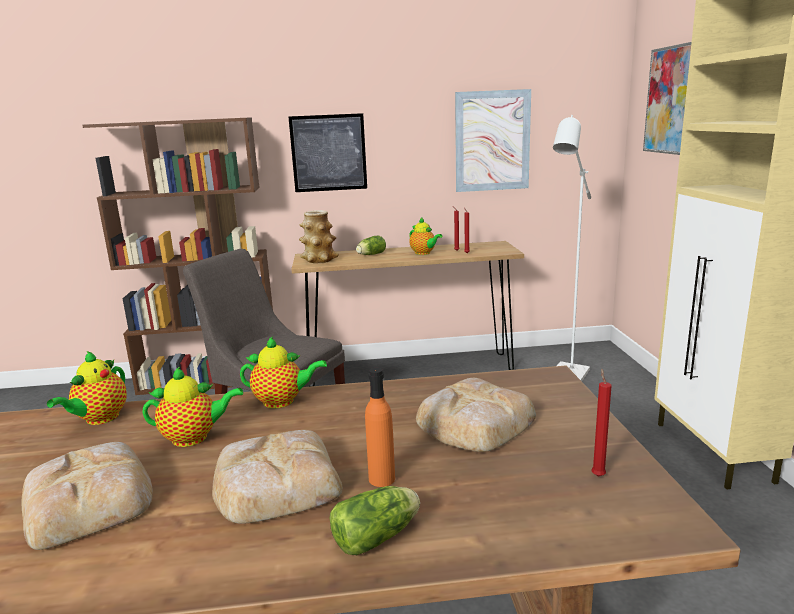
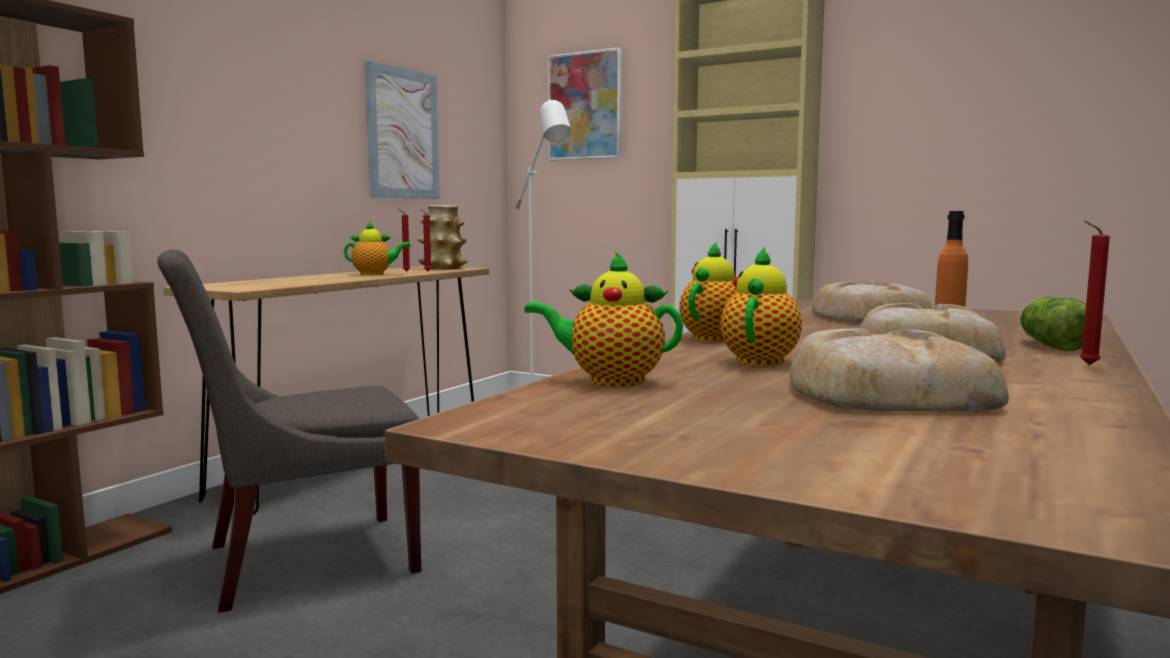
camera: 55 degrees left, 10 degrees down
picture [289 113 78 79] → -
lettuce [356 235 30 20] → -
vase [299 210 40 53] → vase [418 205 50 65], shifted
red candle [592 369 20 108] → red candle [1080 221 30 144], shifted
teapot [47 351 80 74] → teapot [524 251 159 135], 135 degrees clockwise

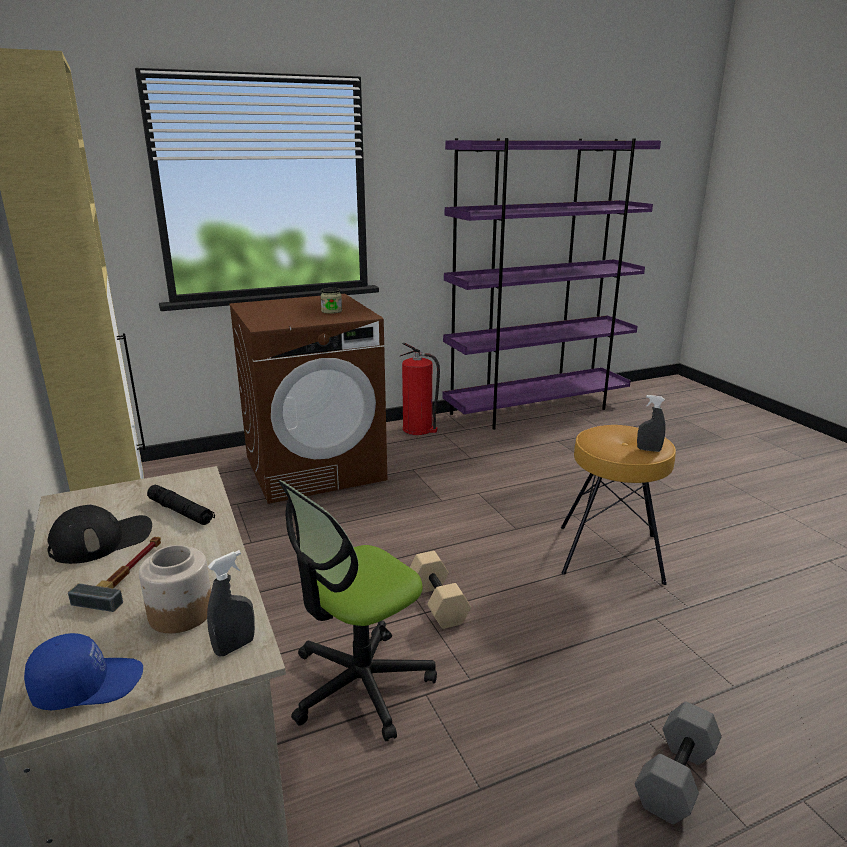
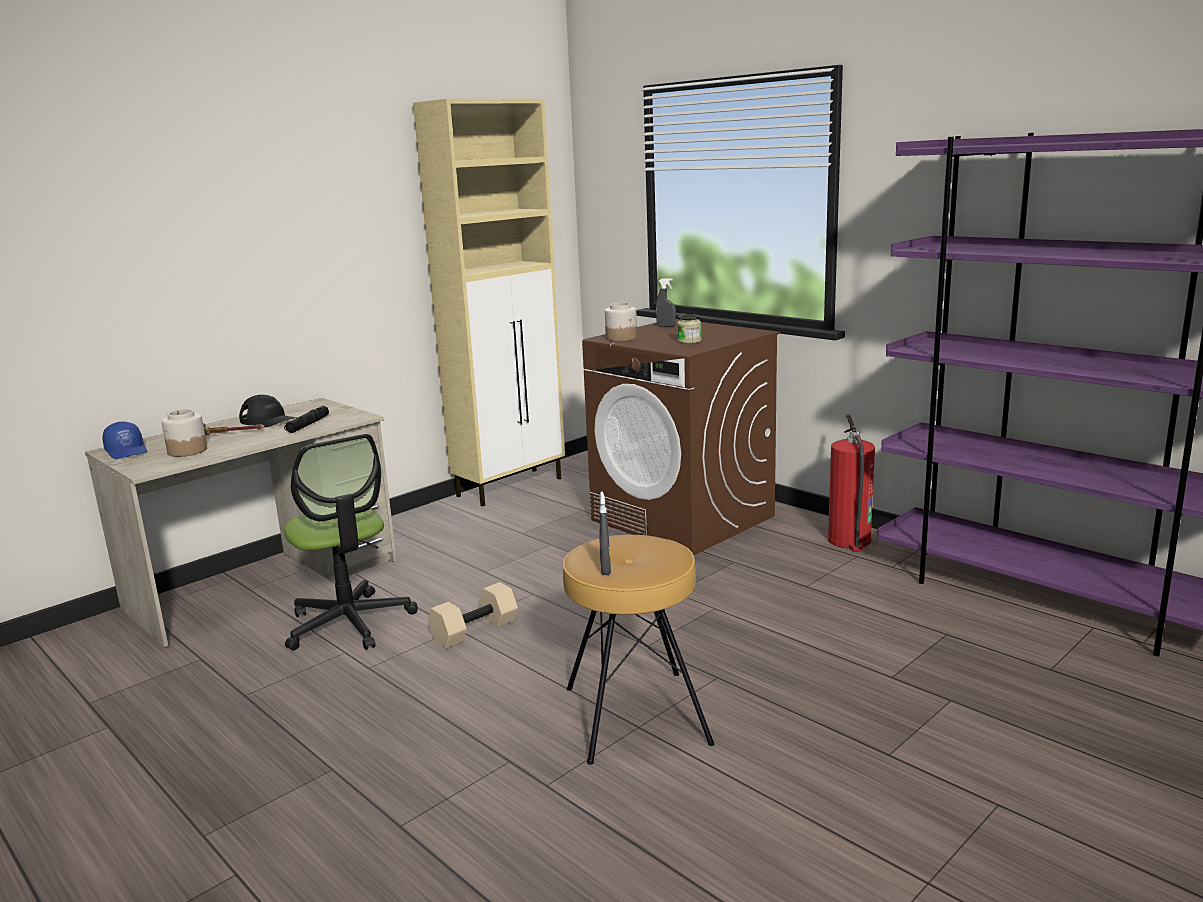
camera: 70 degrees right, 5 degrees down
grey dumbbell [635 702 87 122] → -
- → jar [605 303 32 38]
grey spray bottle [207 550 48 107] → grey spray bottle [656 278 20 49], shifted
office chair [278 480 159 261] → office chair [284 434 134 217], 150 degrees counterclockwise

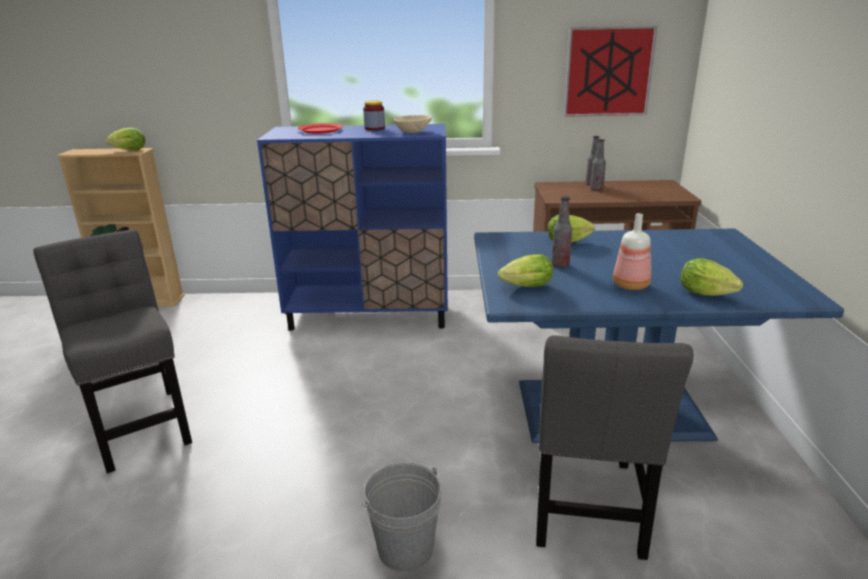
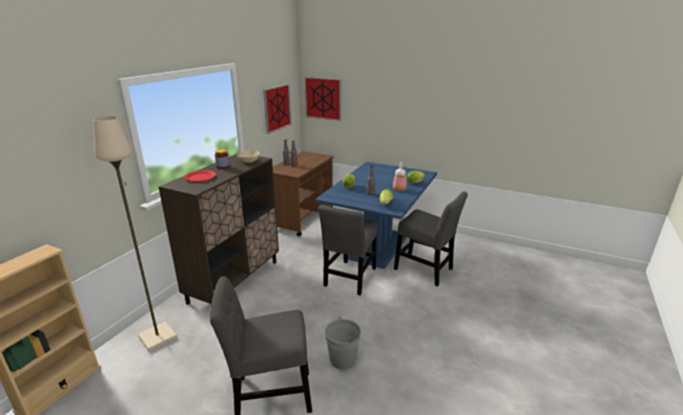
camera: 65 degrees left, 0 degrees up
lettuce [106 128 39 22] → -
- → beige floor lamp [93 116 84 235]
- → picture [304 77 37 44]
- → grey chair [318 205 60 90]
grey bucket [361 462 80 109] → grey bucket [325 317 36 52], shifted
blue cabinet [257 124 191 206] → brown cabinet [159 154 120 151]

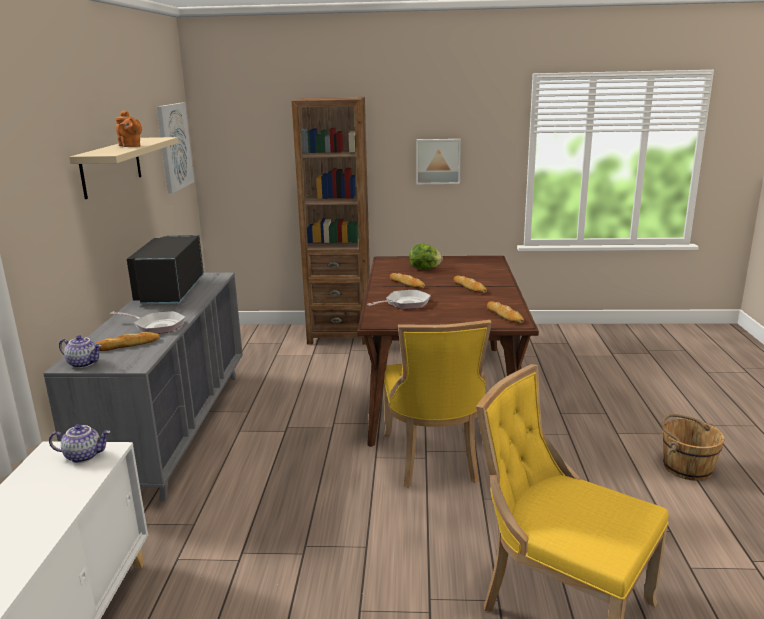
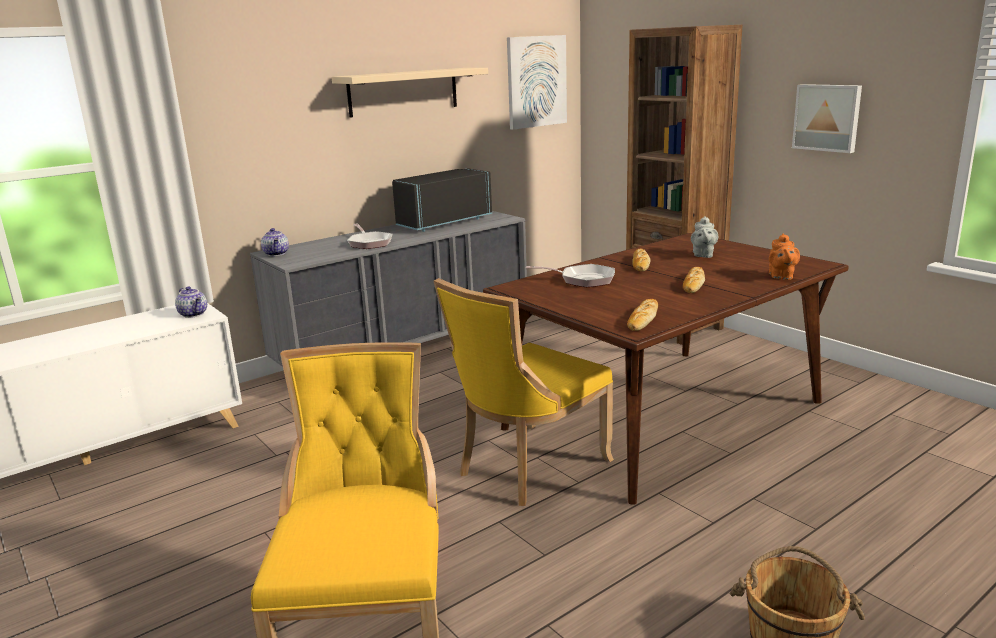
camera: 50 degrees right, 0 degrees up
bread [95 332 65 19] → -
orange teapot [115 110 27 37] → orange teapot [769 234 31 46], shifted
lettuce [409 243 34 26] → grey teapot [691 216 27 42]

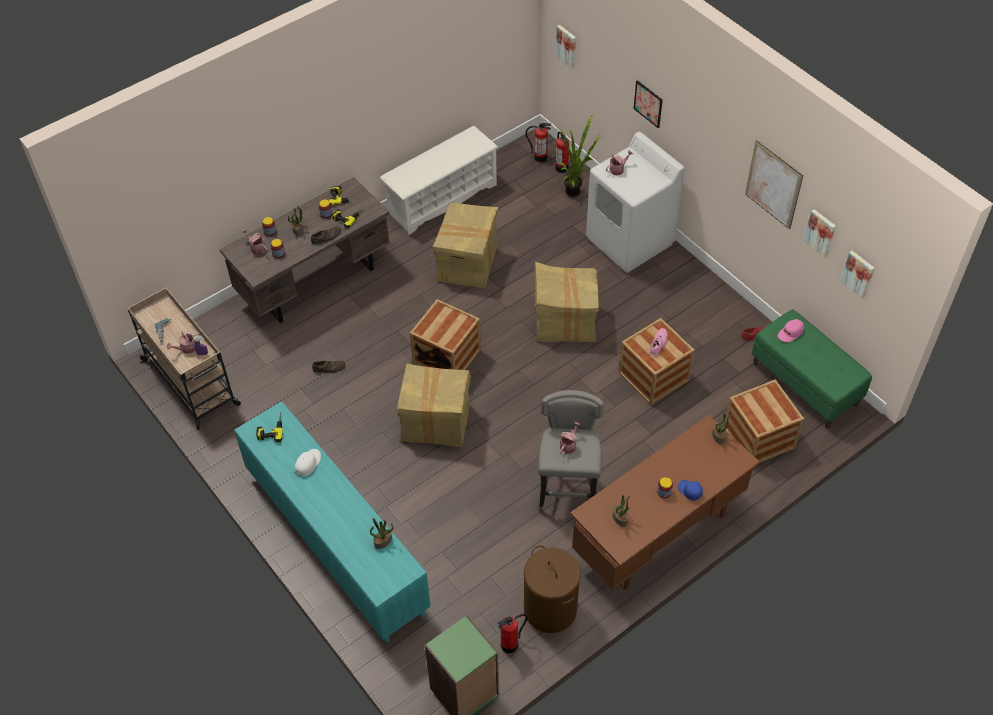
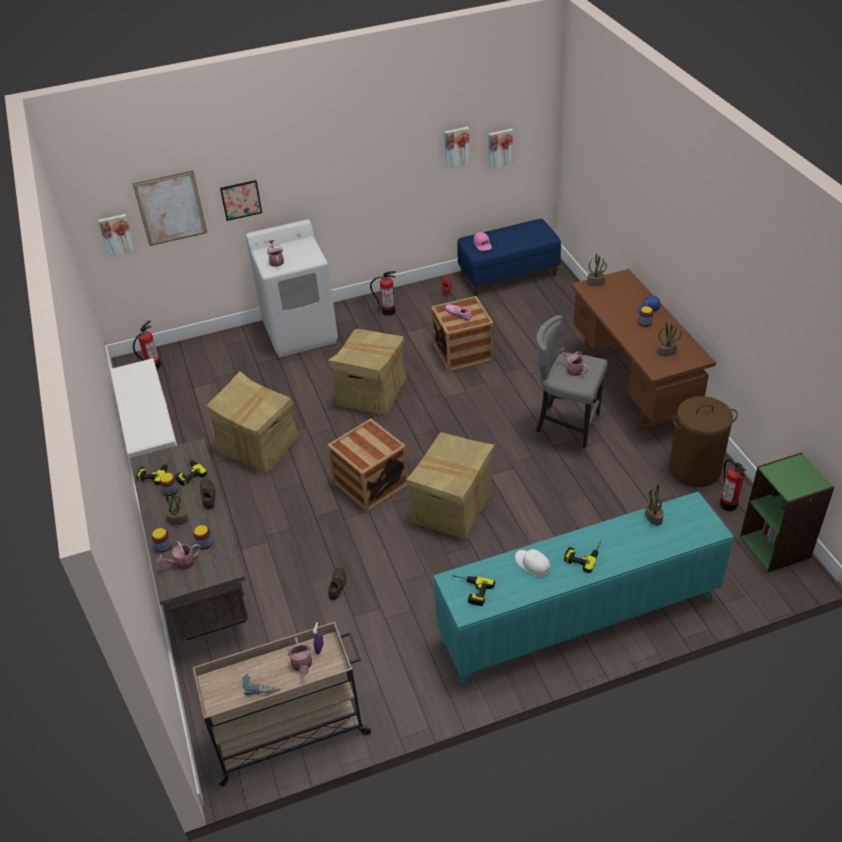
camera: 70 degrees left, 10 degrees down
potted plant [556 115 46 82] → -
crate [723 379 81 84] → -
- → power drill [564 541 38 32]
fire extinguisher [555 131 14 42] → fire extinguisher [370 271 26 45], shifted
picture [745 140 58 89] → picture [133 171 74 75], shifted
green bench [752 309 120 119] → blue bench [457 219 104 77]

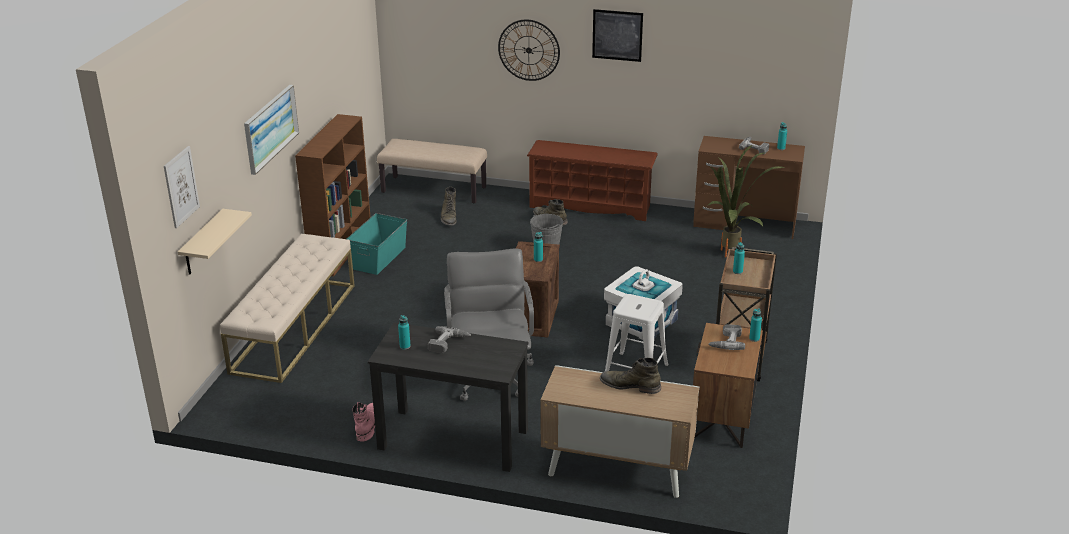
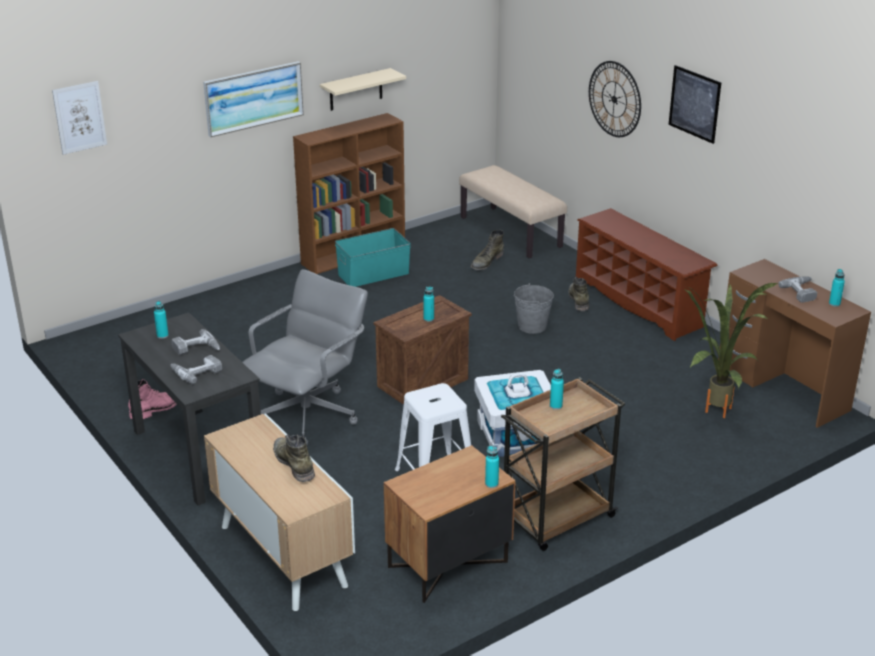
camera: 40 degrees right, 0 degrees up
beige bench [220 234 135 149] → -
beige shelf [178 209 74 66] → beige shelf [320 68 86 43], shifted
power drill [709 324 36 26] → power drill [170 355 52 29], shifted

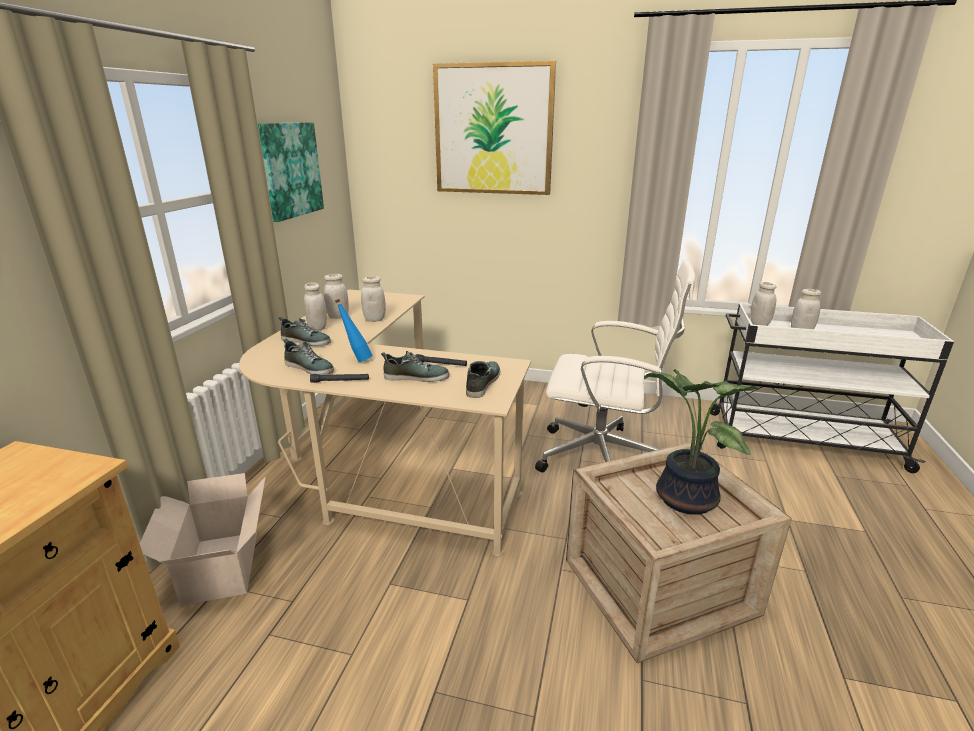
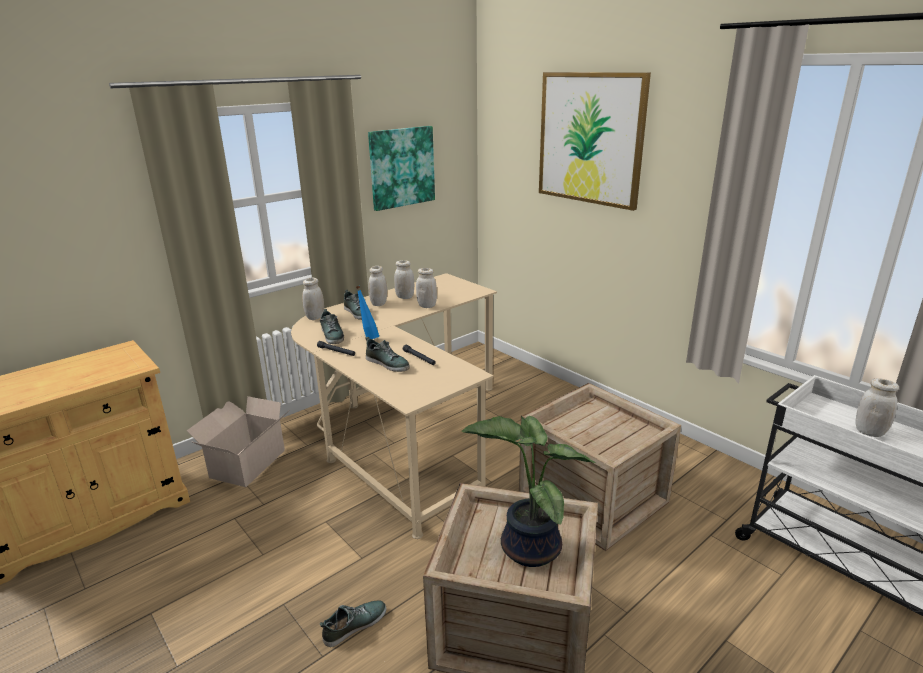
camera: 35 degrees right, 0 degrees up
shoe [466 361 34 37] → shoe [320 600 67 47], shifted
white jar [750 282 26 44] → white jar [302 278 22 42], shifted
white office chair [535 259 161 213] → crate [519 383 162 168]

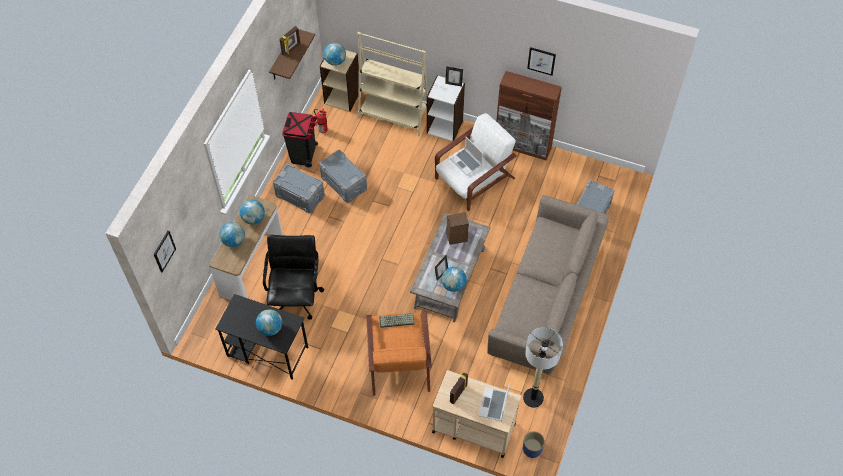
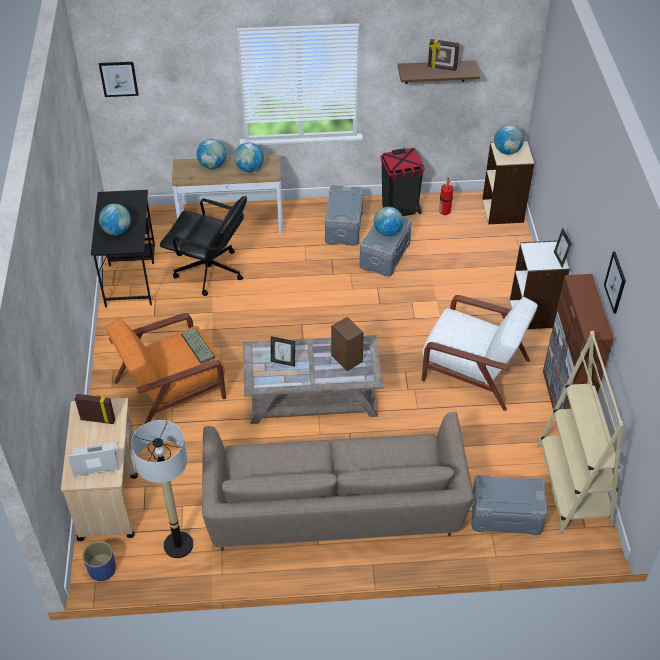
camera: 65 degrees right, 10 degrees down
laptop [450 137 33 39] → -
beige bookcase [357 32 71 104] → beige bookcase [537 331 87 204], shifted
globe [441 267 26 25] → globe [374 207 29 29], shifted
black office chair [263 235 61 85] → black office chair [160 196 87 100], 45 degrees clockwise

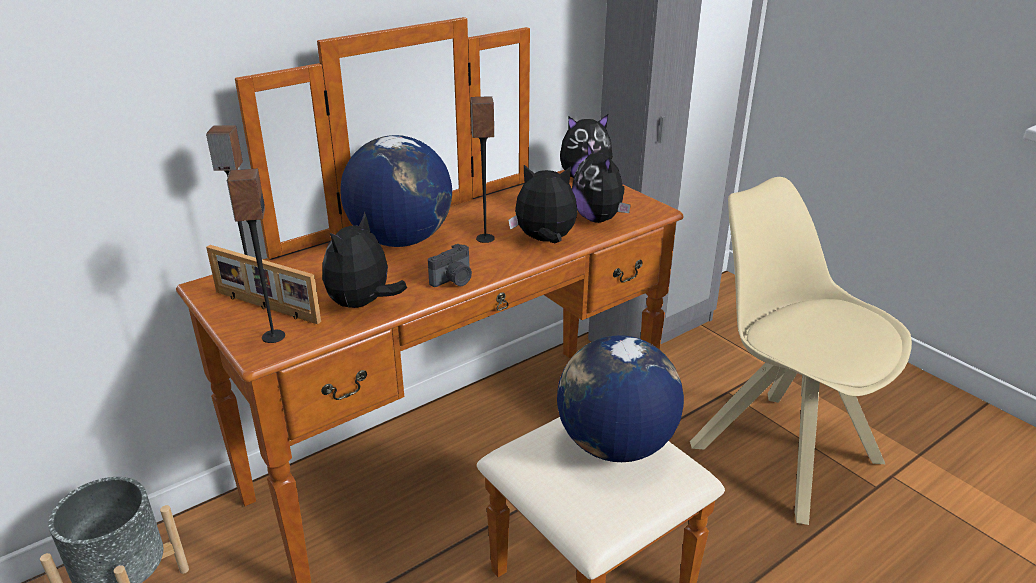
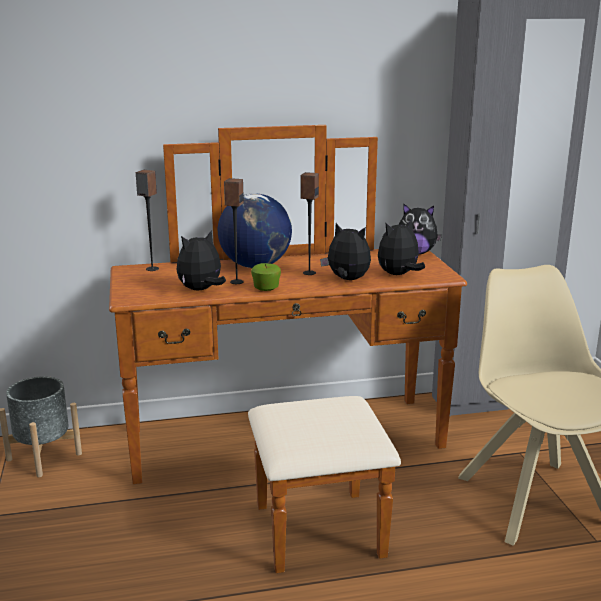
camera: 25 degrees right, 10 degrees down
picture frame [206 245 115 79] → -
globe [557 335 127 127] → -
speaker [227 169 58 174] → speaker [224 178 20 106], shifted
photo camera [428 244 44 43] → apple [251 263 30 28]
plush toy [572 143 59 80] → plush toy [378 219 47 56], 60 degrees clockwise

